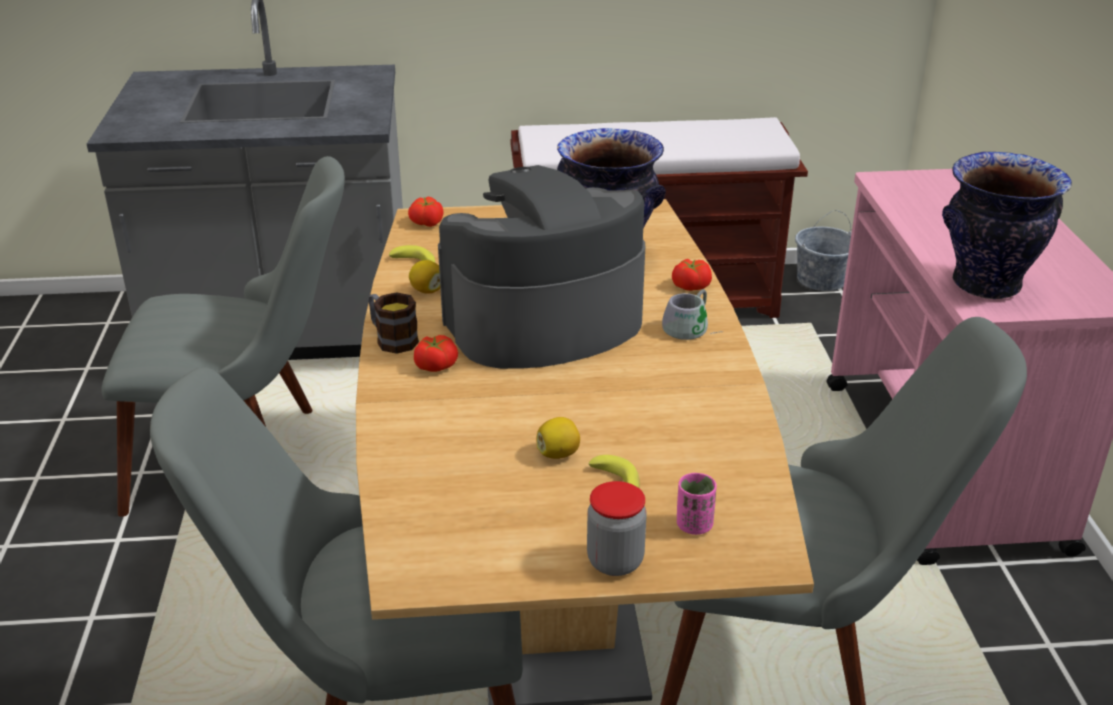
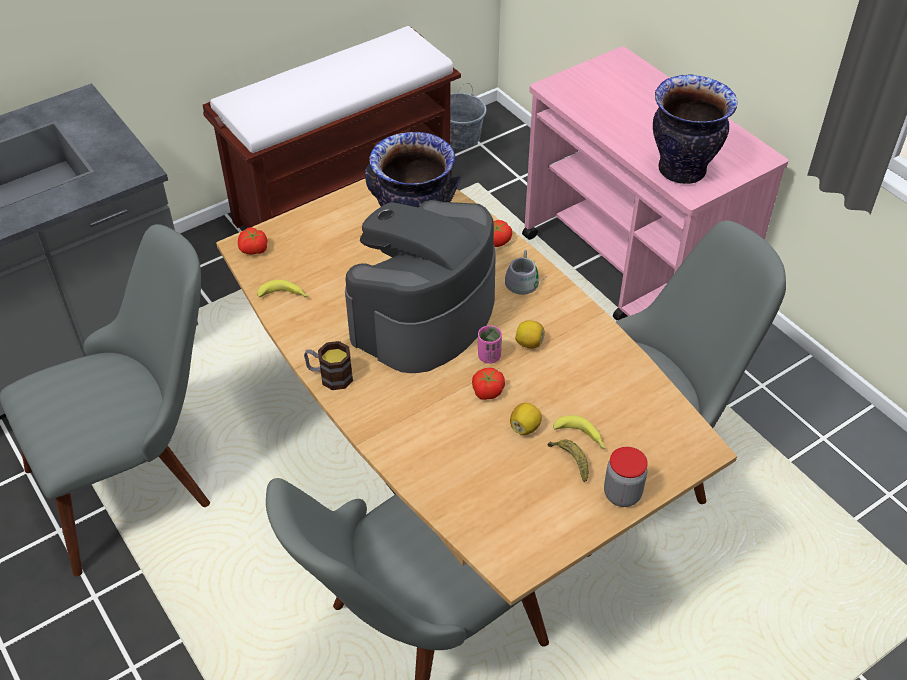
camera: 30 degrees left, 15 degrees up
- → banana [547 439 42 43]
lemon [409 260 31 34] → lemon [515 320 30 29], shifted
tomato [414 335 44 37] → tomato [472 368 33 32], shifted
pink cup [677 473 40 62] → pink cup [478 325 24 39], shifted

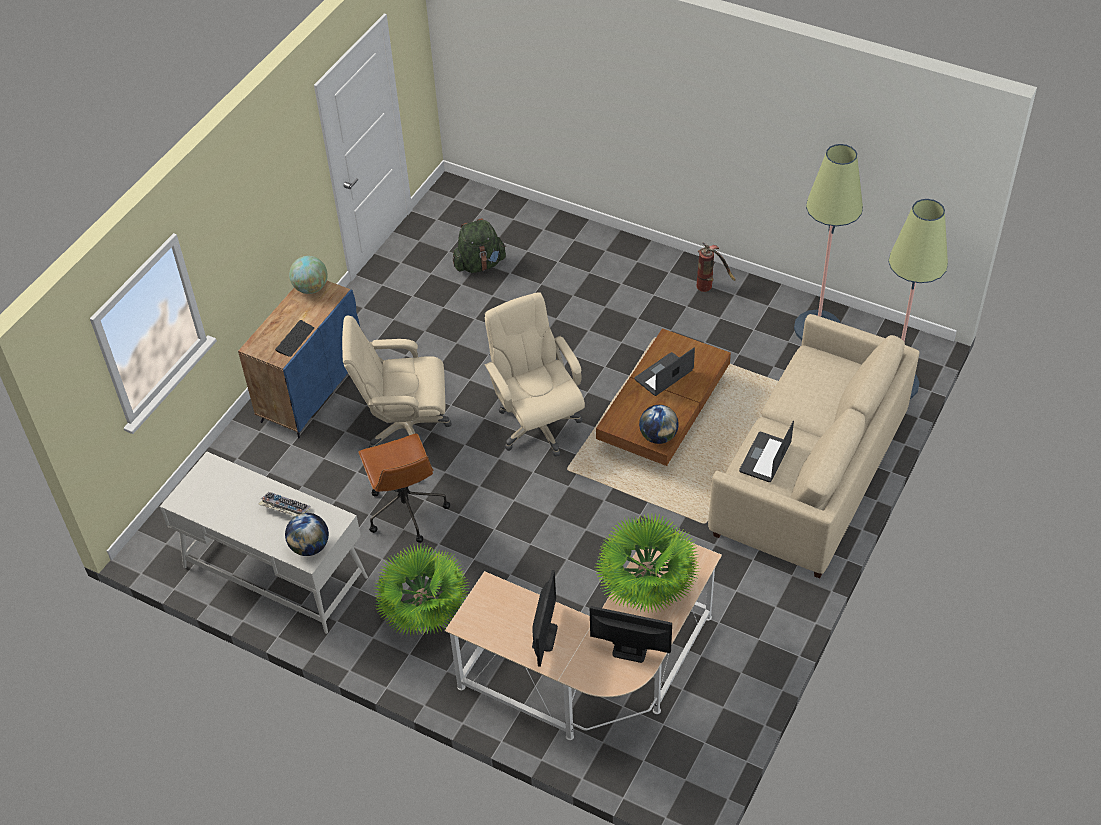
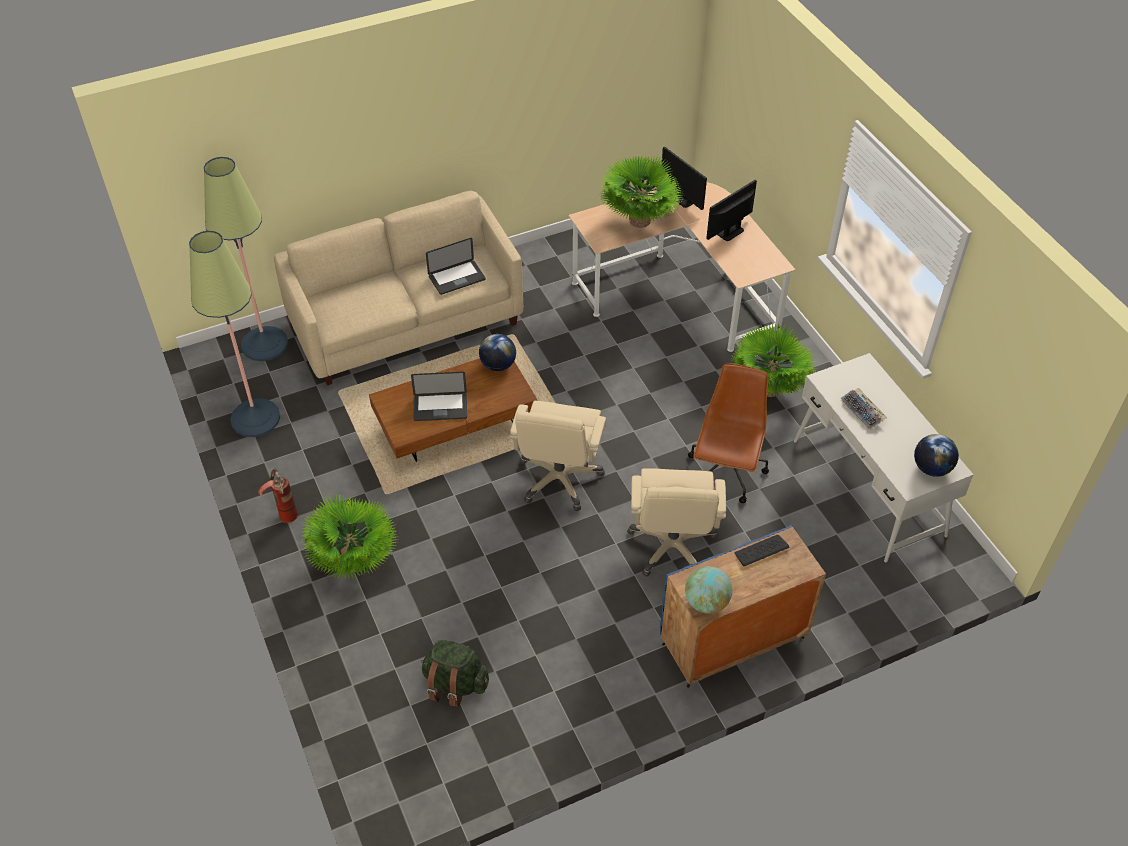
camera: 145 degrees left, 0 degrees up
- → potted plant [302 495 95 85]
globe [285 513 44 43] → globe [914 434 45 43], shifted
beige office chair [342 316 109 132] → beige office chair [627 468 99 109], 60 degrees clockwise

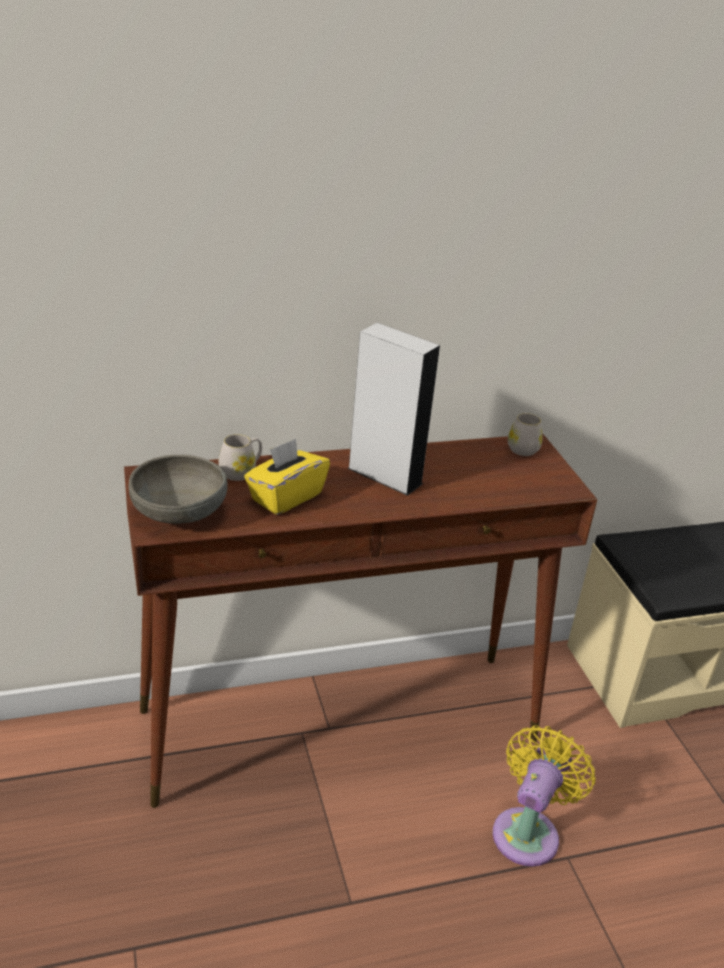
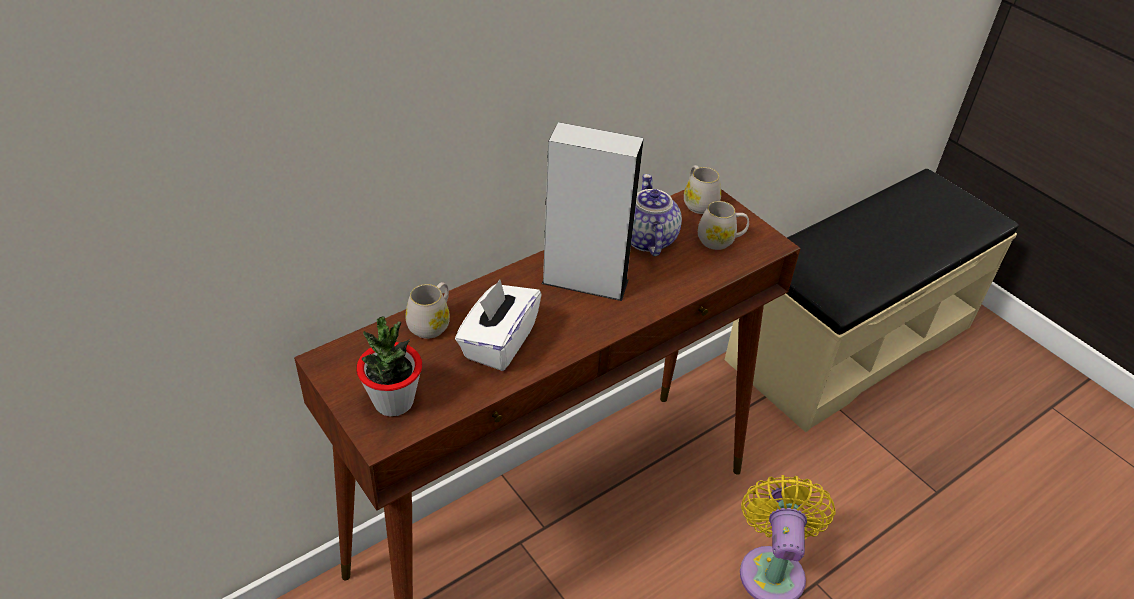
camera: 20 degrees left, 10 degrees up
- → teapot [631 174 51 82]
- → white mug [698 201 51 49]
grey bowl [129 455 99 69] → potted plant [356 317 66 99]
yellow tissue box [244 439 86 76] → white tissue box [455 280 87 91]

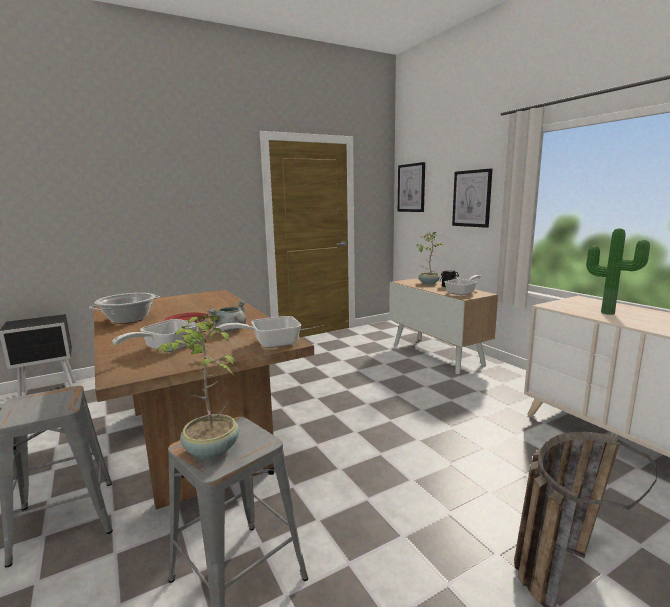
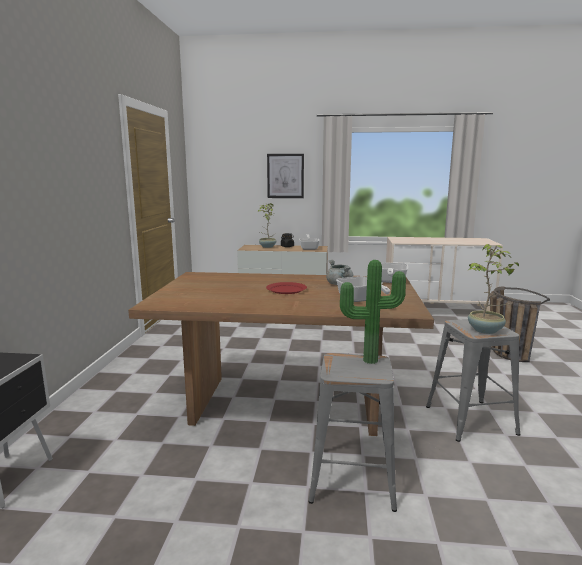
camera: 55 degrees left, 0 degrees up
cooking pot [89 293 71 31] → -
picture [398 162 27 50] → -
potted plant [586 228 64 87] → potted plant [340 260 66 104], shifted

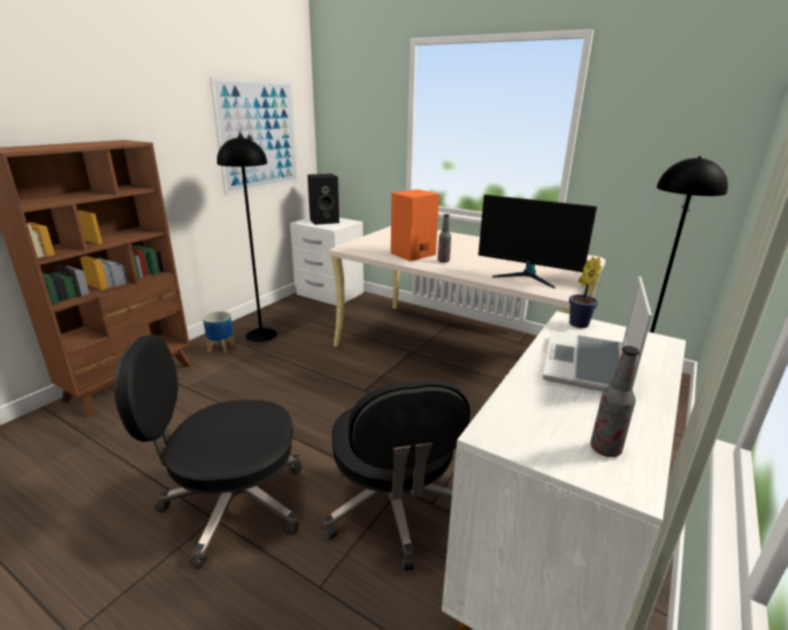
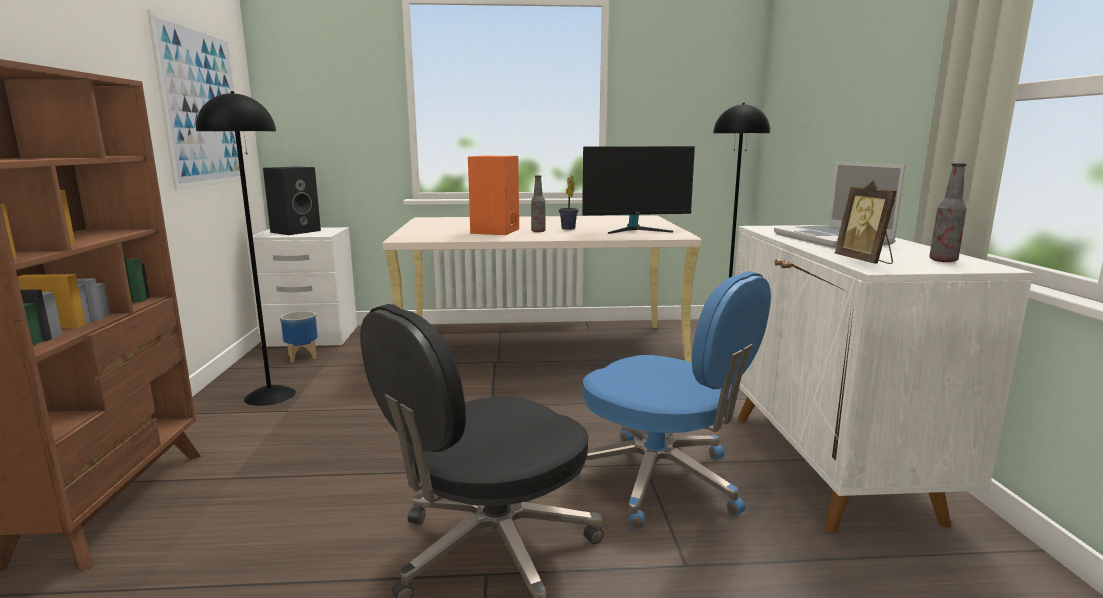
camera: 35 degrees left, 10 degrees down
- → picture frame [835 180 62 84]
planter [203 311 32 43] → planter [280 311 38 52], shifted
potted plant [569 257 33 71] → potted plant [559 175 19 55], shifted
black office chair [323 380 147 191] → blue office chair [575 271 196 259]

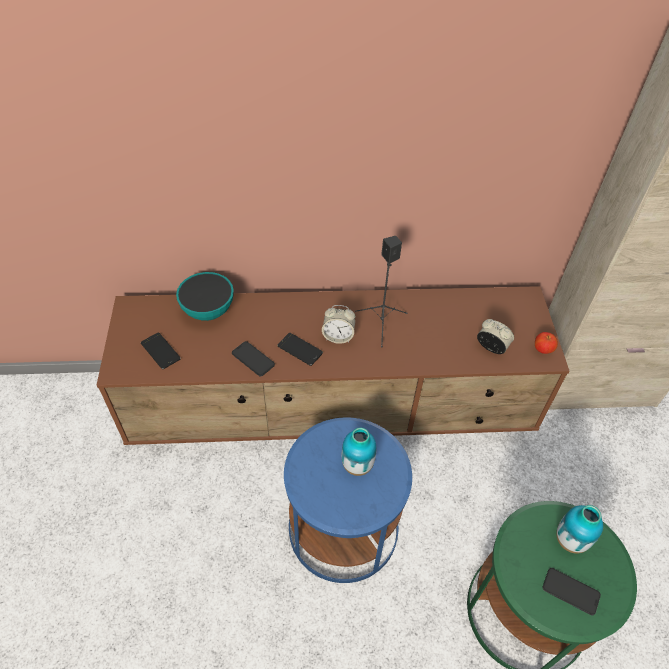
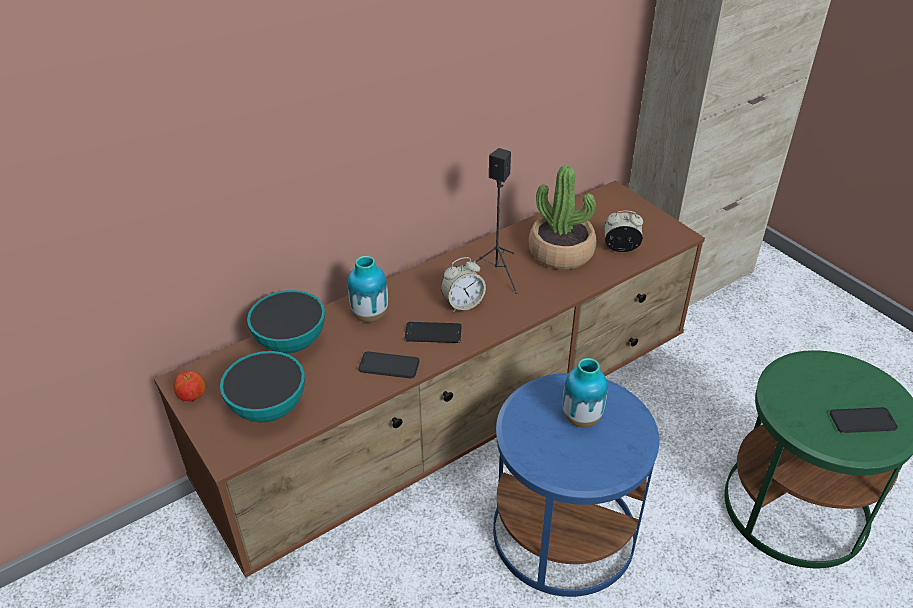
camera: 30 degrees left, 10 degrees down
- → potted plant [529 165 67 104]
apple [535 332 23 22] → apple [174 371 32 30], shifted
vase [556 505 47 49] → vase [348 256 40 67], shifted
phone [141 333 40 36] → bowl [220 351 85 71]

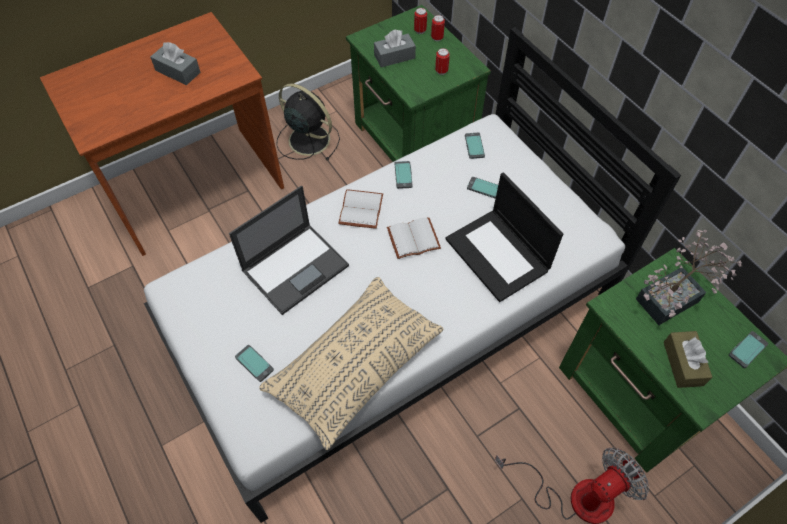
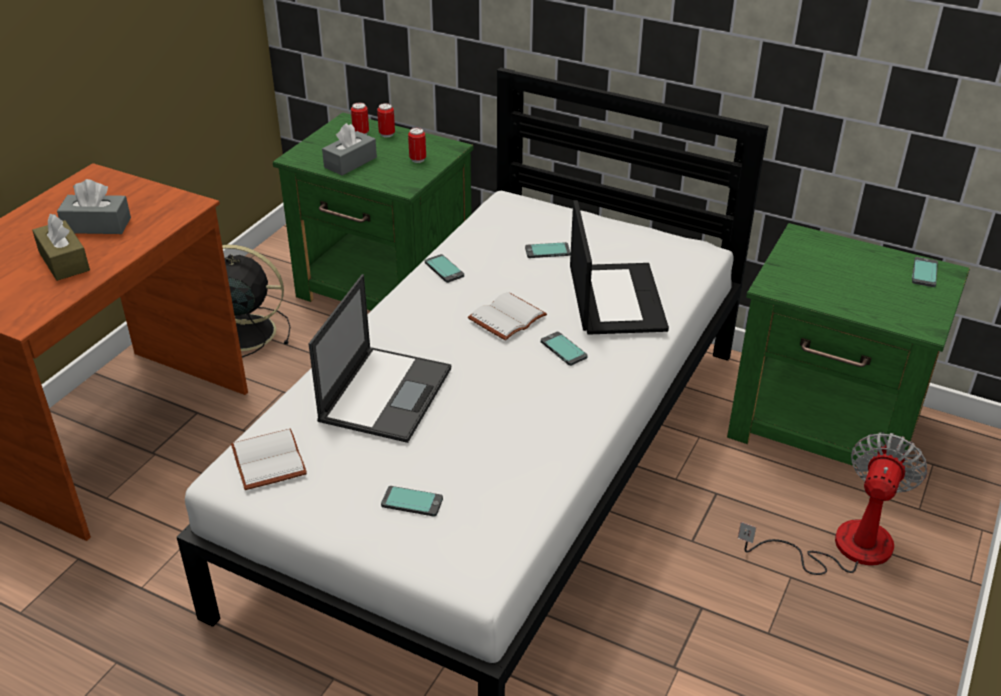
camera: 30 degrees left, 20 degrees down
beige pillow [259 277 185 173] → -
potted plant [636 230 106 95] → -
white book [338 189 45 40] → white book [231 429 76 61], shifted
phone [465 132 20 27] → phone [541 332 47 34], shifted
brown tissue box [664 331 49 57] → brown tissue box [32 214 58 67], shifted
laptop [445 172 118 130] → laptop [570 200 99 135], 120 degrees counterclockwise

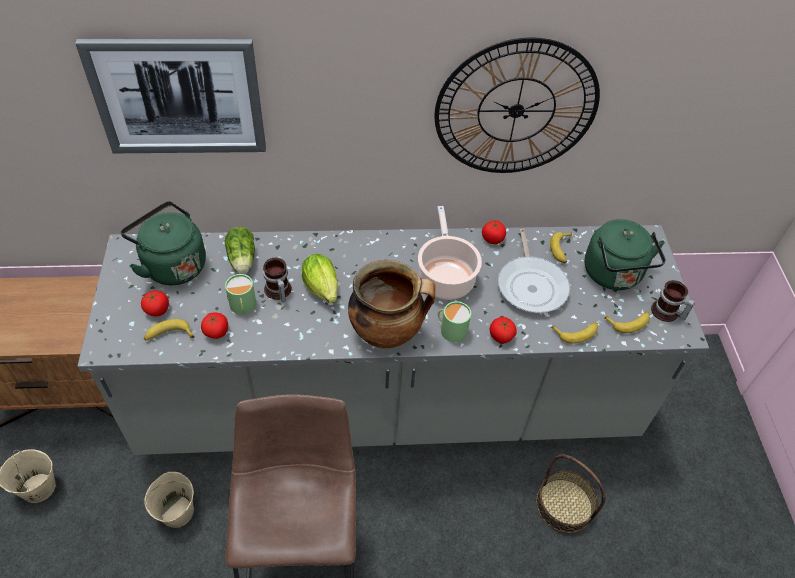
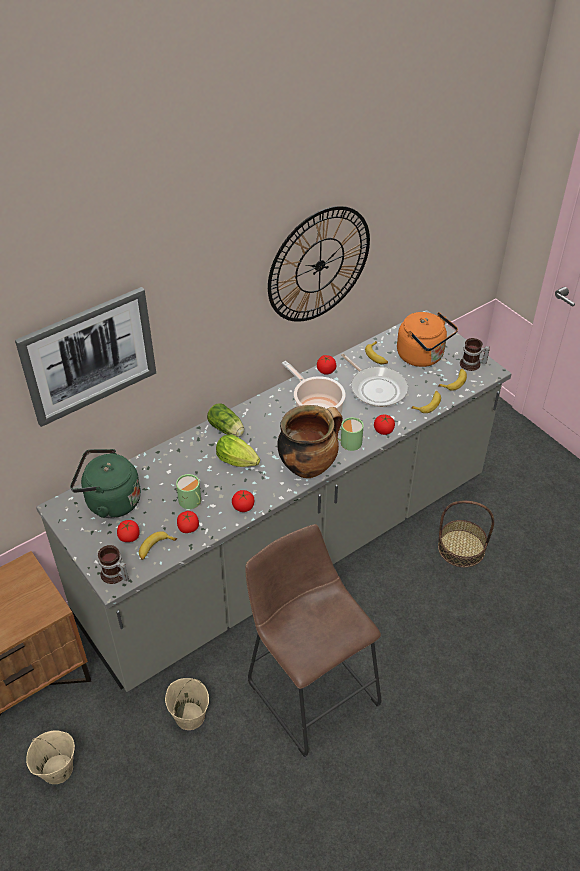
camera: 30 degrees left, 5 degrees down
- → tomato [232 490 22 22]
lettuce [225 227 30 47] → lettuce [207 403 37 34], shifted
mug [263 258 28 44] → mug [98 545 31 39], shifted
green kettle [584 219 82 71] → orange kettle [397 312 61 55]

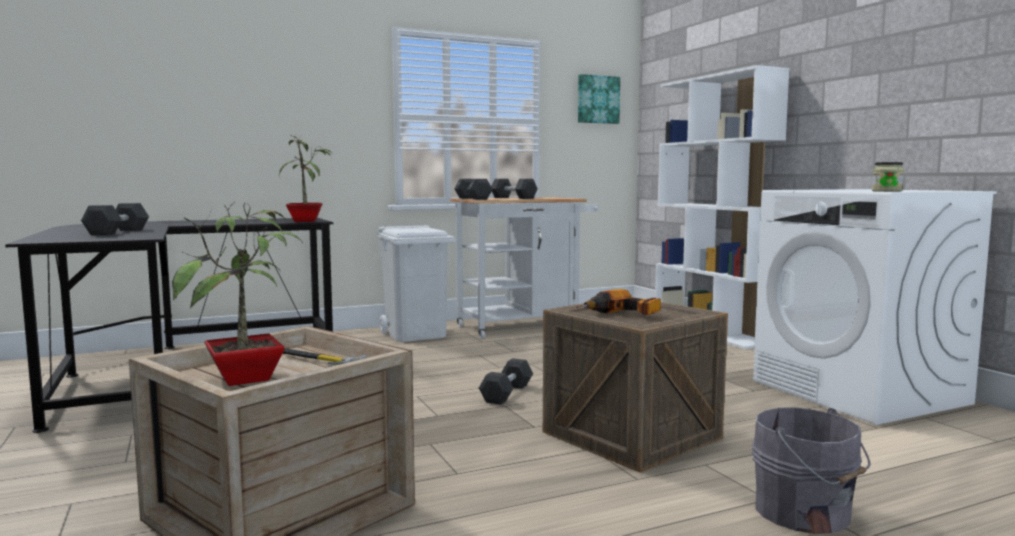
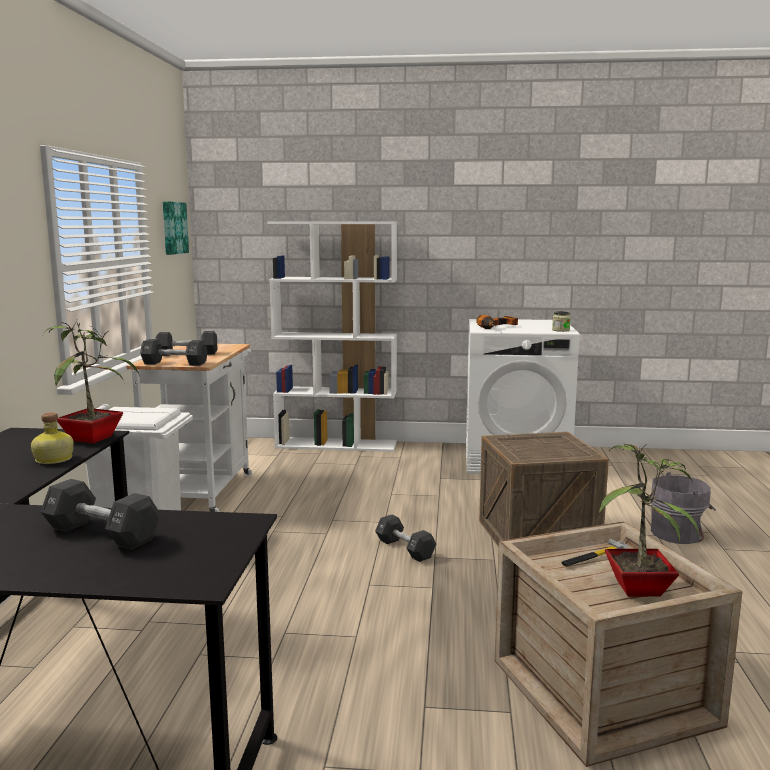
camera: 60 degrees left, 5 degrees up
- → bottle [31 412 43 52]
power drill [576 289 85 26] → power drill [476 315 42 14], shifted

